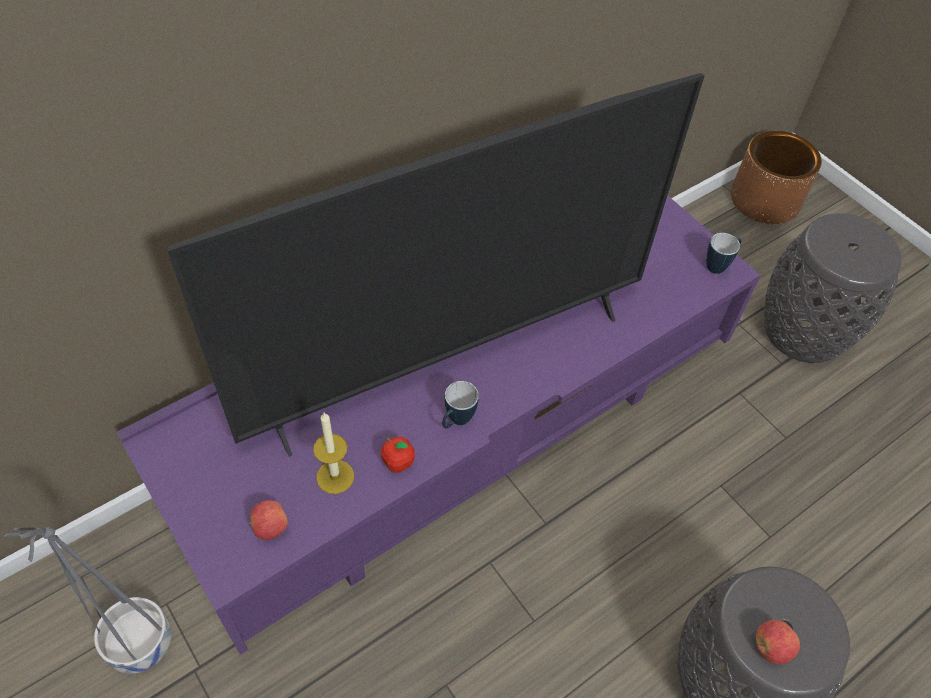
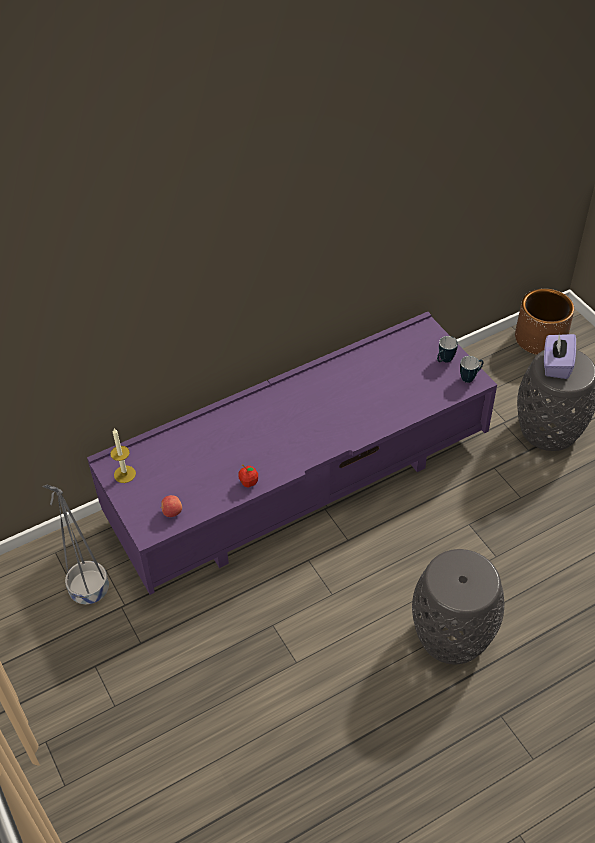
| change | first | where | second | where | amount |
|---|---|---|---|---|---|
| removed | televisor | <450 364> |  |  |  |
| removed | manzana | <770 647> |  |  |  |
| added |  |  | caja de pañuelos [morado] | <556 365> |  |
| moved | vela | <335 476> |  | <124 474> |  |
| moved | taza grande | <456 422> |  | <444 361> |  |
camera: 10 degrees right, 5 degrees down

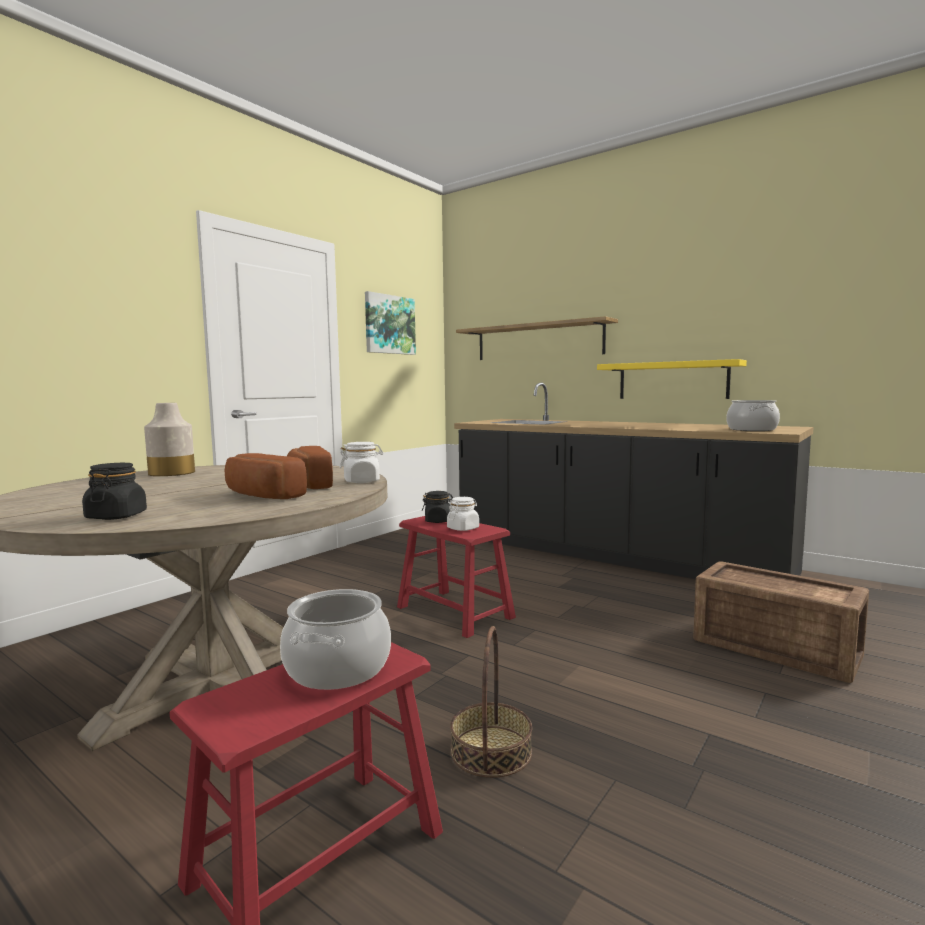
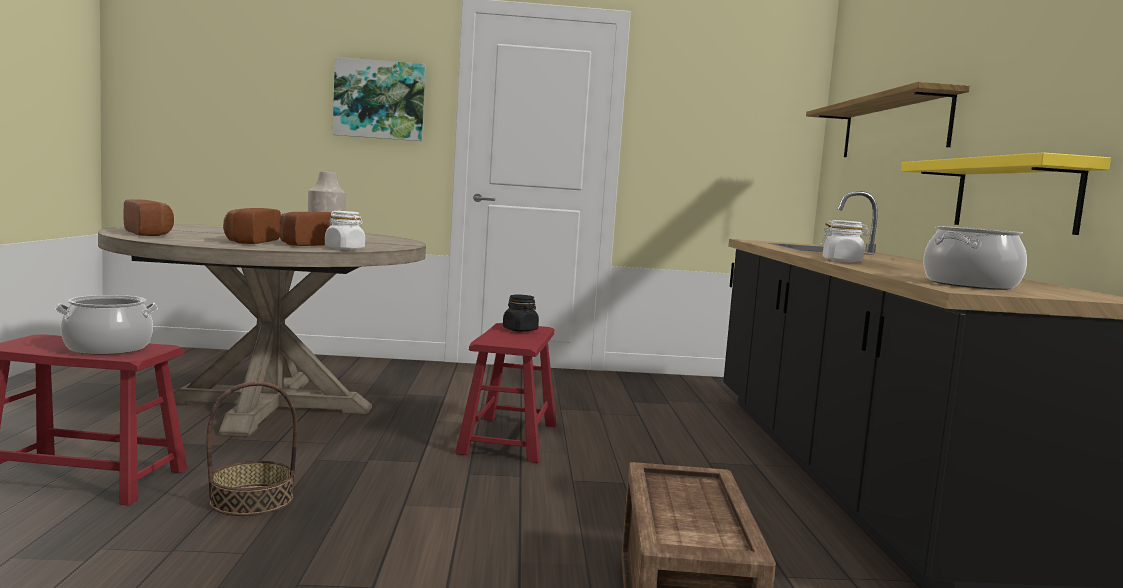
| change | first | where | second | where | amount |
|---|---|---|---|---|---|
| moved | cuadro | <389 324> |  | <379 100> |  |
| moved | tarro [blanco] | <463 528> |  | <842 261> |  |
| replaced | tarro [negro] | <116 516> | pan | <151 233> |  |
camera: 50 degrees right, 0 degrees up

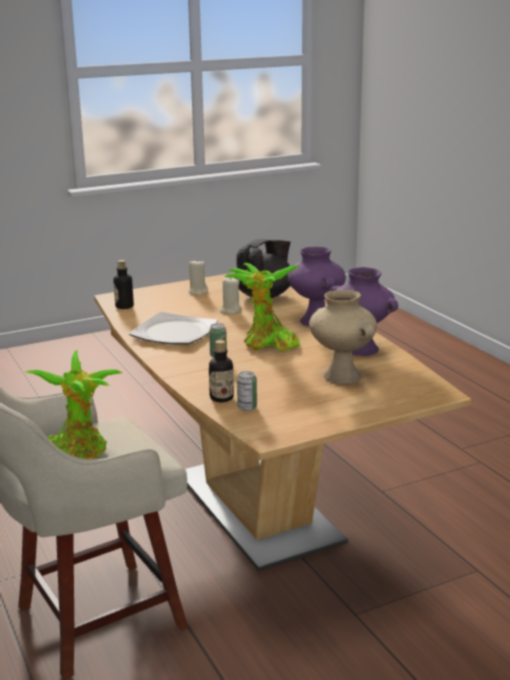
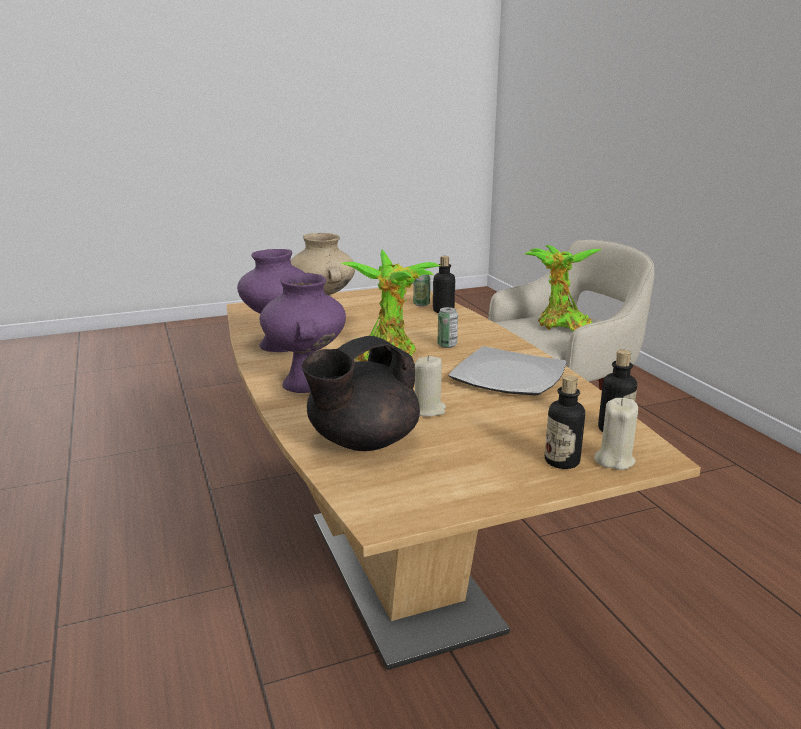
| change | first | where | second | where | amount |
|---|---|---|---|---|---|
| added |  |  | botella | <562 461> |  |
| moved | vela [beis] | <198 292> |  | <614 460> |  |
camera: 175 degrees left, 0 degrees up

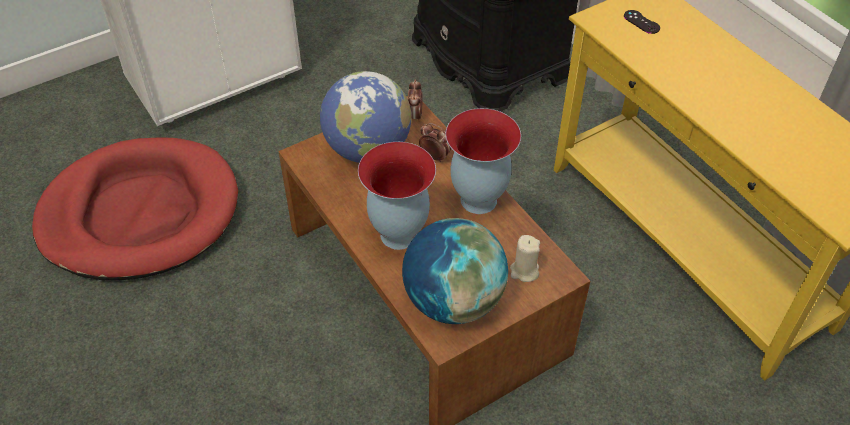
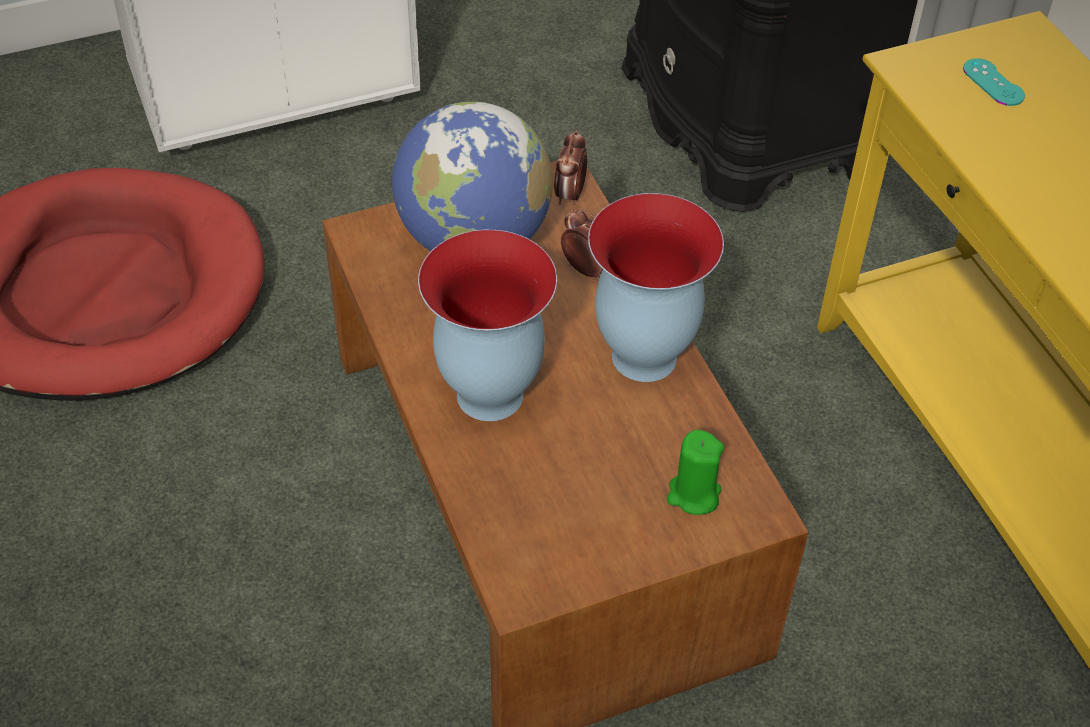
| change | first | where | second | where | amount |
|---|---|---|---|---|---|
| removed | globo terráqueo | <453 301> |  |  |  |
| recoloured | vela [beis] | <524 271> | vela [verde] | <693 495> |  |
| recoloured | mando de consola [negro] | <641 22> | mando de consola [turquesa] | <993 82> |  |
camera: 10 degrees right, 0 degrees up

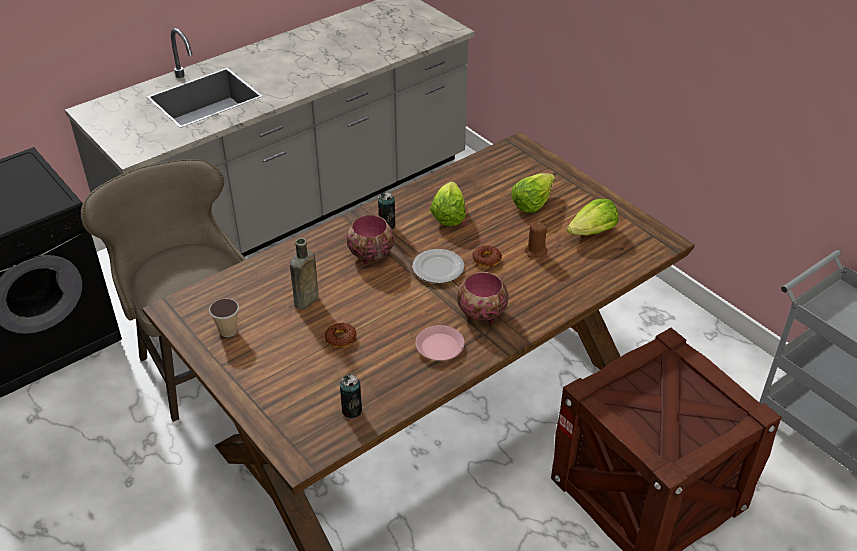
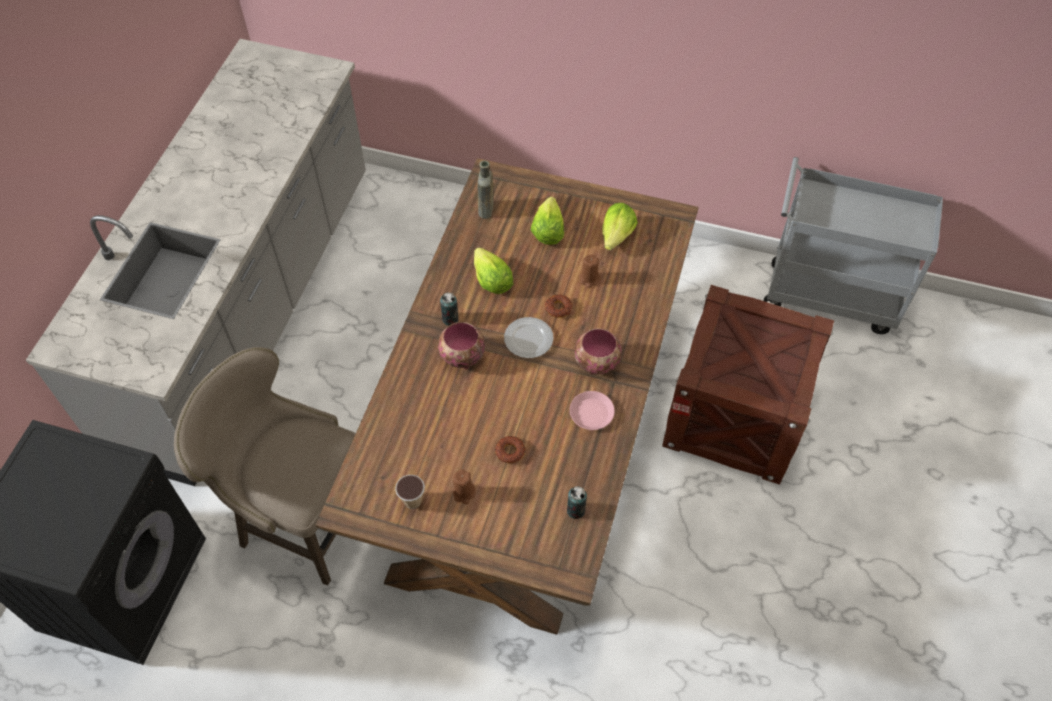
| change | first | where | second | where | amount |
|---|---|---|---|---|---|
| added |  |  | vela [marrón] | <464 493> |  |
| moved | botella [marrón] | <305 302> |  | <486 211> |  |
camera: 35 degrees left, 15 degrees up

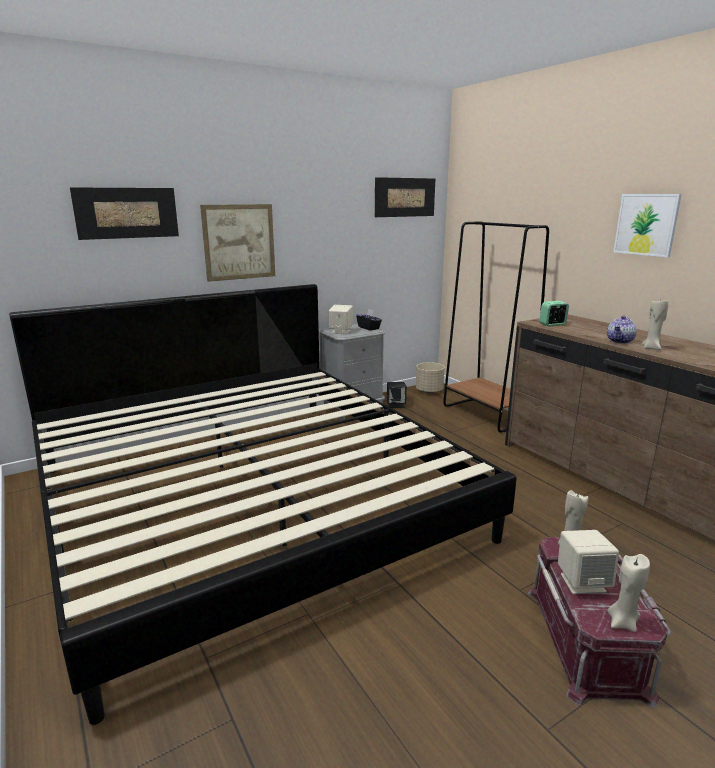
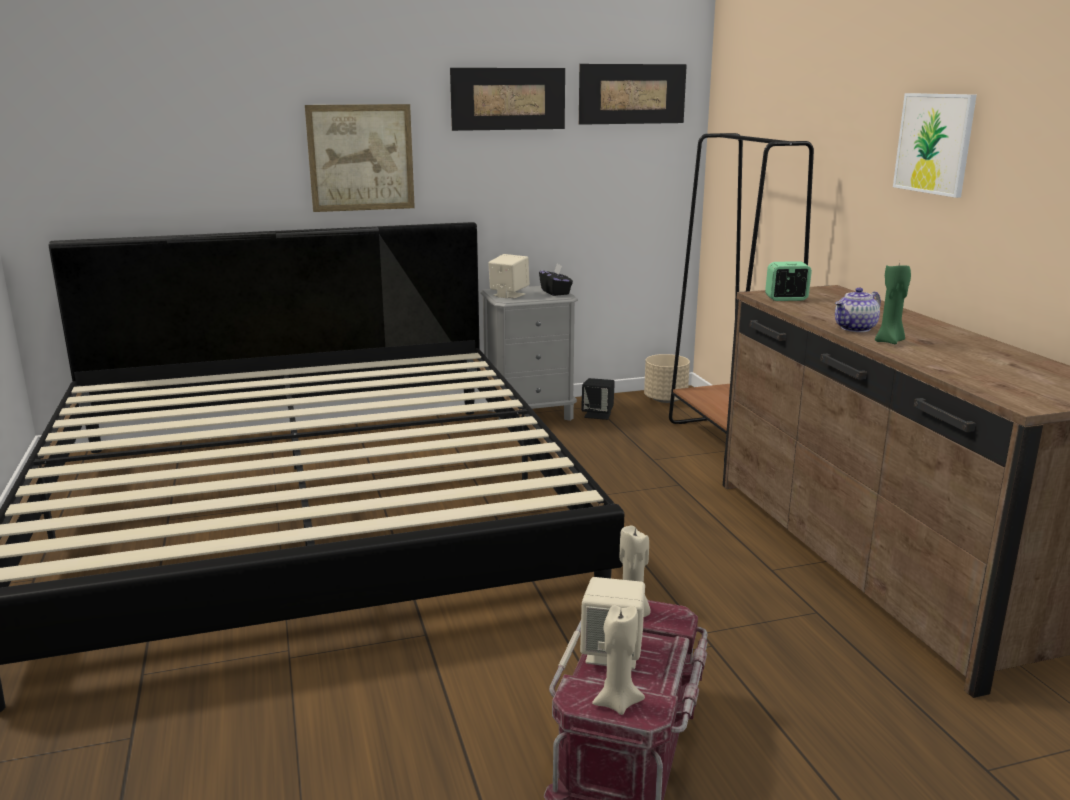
| change | first | where | second | where | amount |
|---|---|---|---|---|---|
| moved | cuadro | <127 213> |  | <508 99> |  |
| recoloured | vela [beis] | <651 348> | vela [verde] | <890 341> |  |
camera: 15 degrees right, 0 degrees up

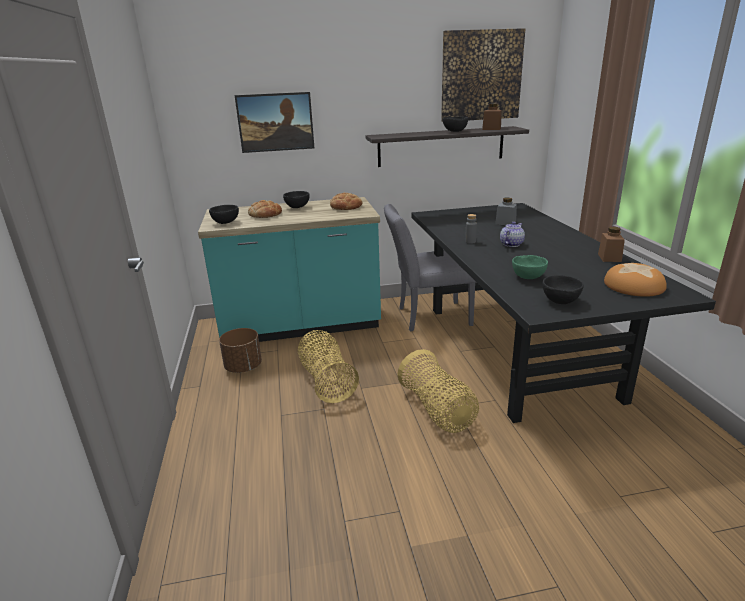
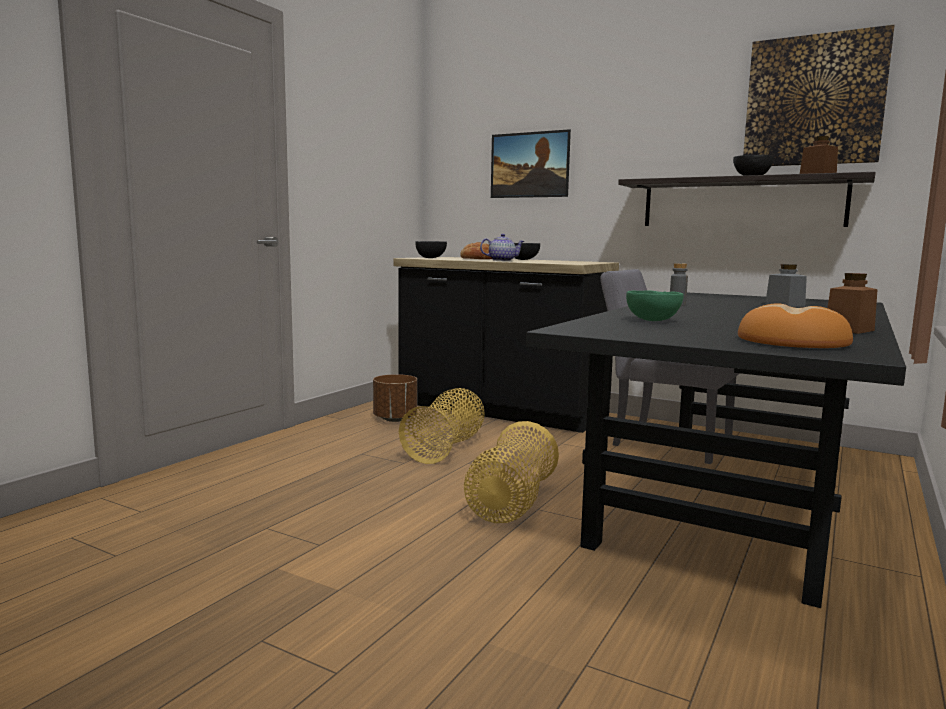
| change | first | where | second | where | amount |
|---|---|---|---|---|---|
| removed | pan | <346 206> |  |  |  |
| removed | cuenco [negro] | <559 301> |  |  |  |
| moved | tetera | <511 244> |  | <502 260> |  |
| recoloured | mueble bajo de cocina [turquesa] | <301 326> | mueble bajo de cocina [negro] | <501 411> |  |
camera: 40 degrees right, 15 degrees down

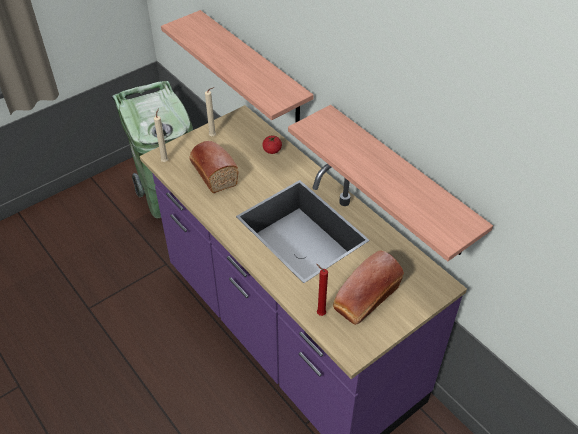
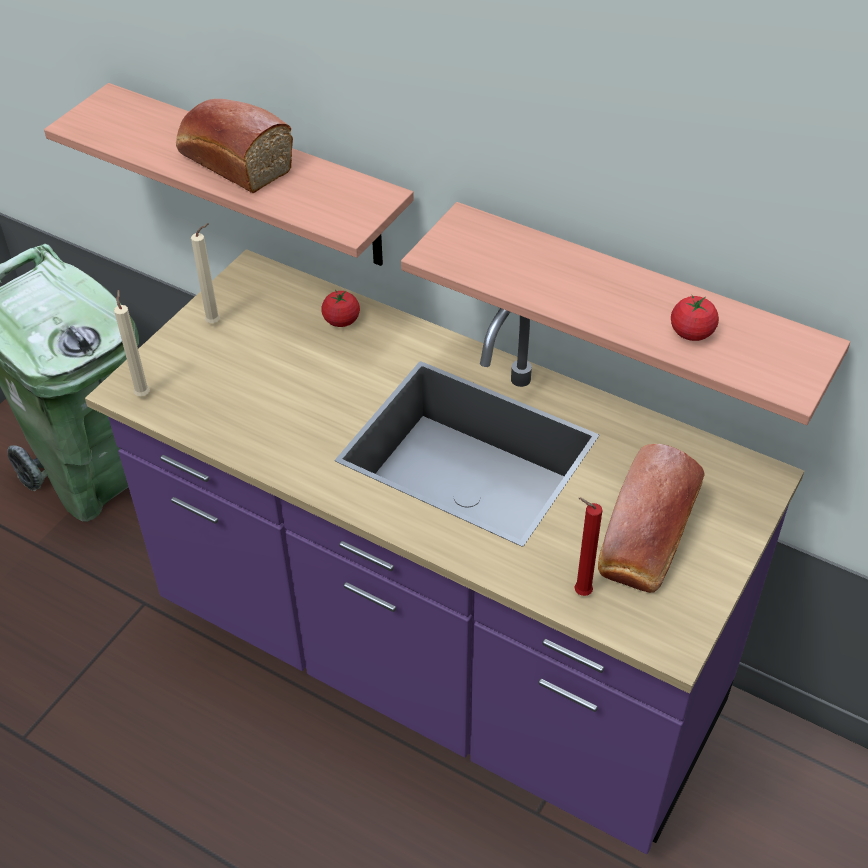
| change | first | where | second | where | amount |
|---|---|---|---|---|---|
| added |  |  | tomate | <691 333> |  |
| moved | pan | <212 172> |  | <232 161> |  |
camera: 20 degrees left, 0 degrees up

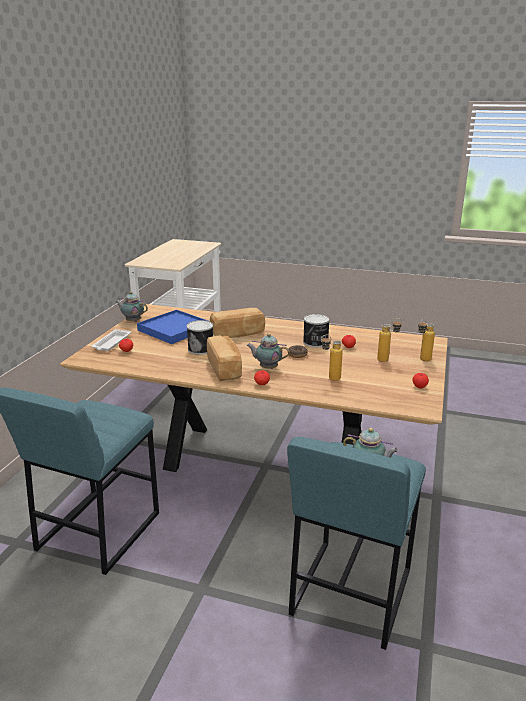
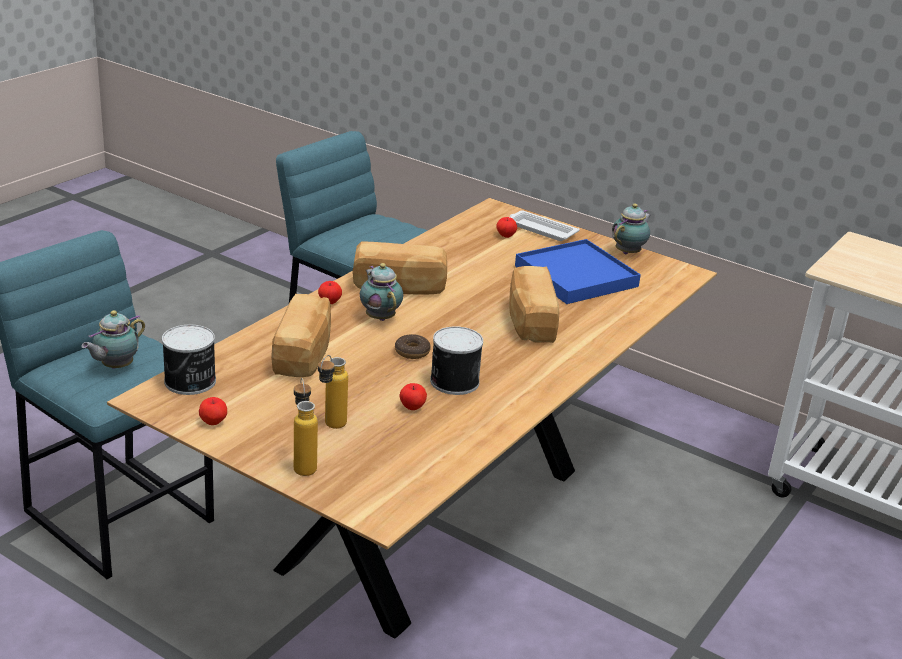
| change | first | where | second | where | amount |
|---|---|---|---|---|---|
| moved | lata | <201 349> |  | <190 382> |  |
| replaced | botella | <329 379> | pan | <304 354> |  |
| turned | tetera | <267 368> |  | <380 317> | 60 degrees counterclockwise |
camera: 105 degrees right, 5 degrees up

